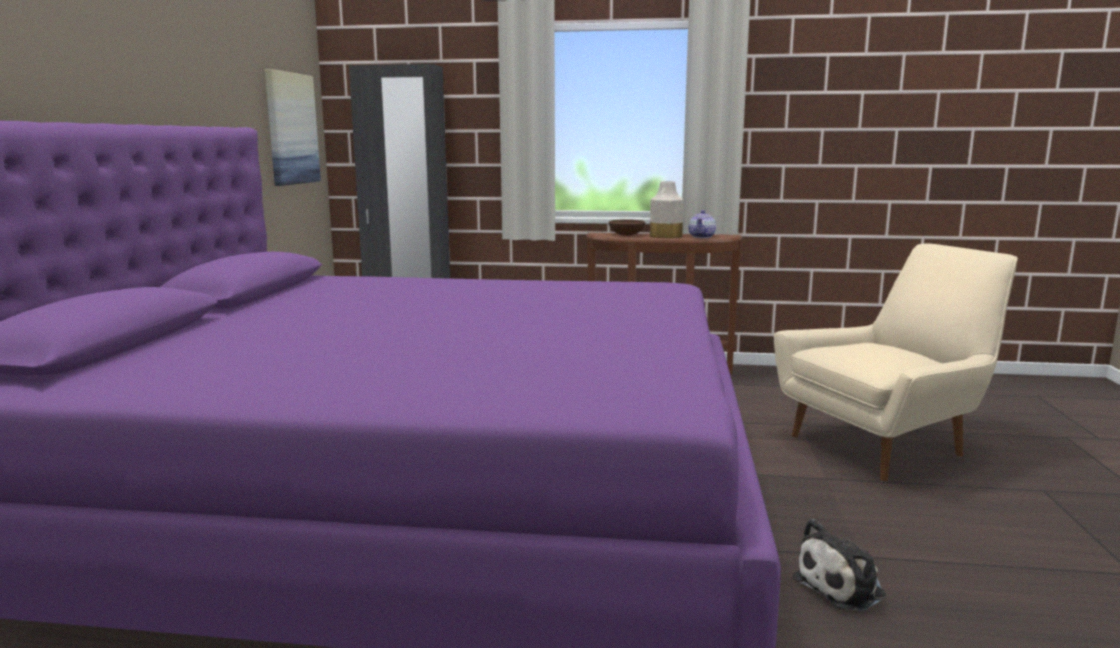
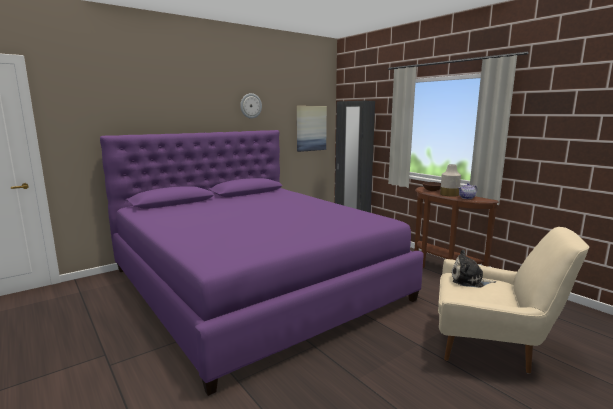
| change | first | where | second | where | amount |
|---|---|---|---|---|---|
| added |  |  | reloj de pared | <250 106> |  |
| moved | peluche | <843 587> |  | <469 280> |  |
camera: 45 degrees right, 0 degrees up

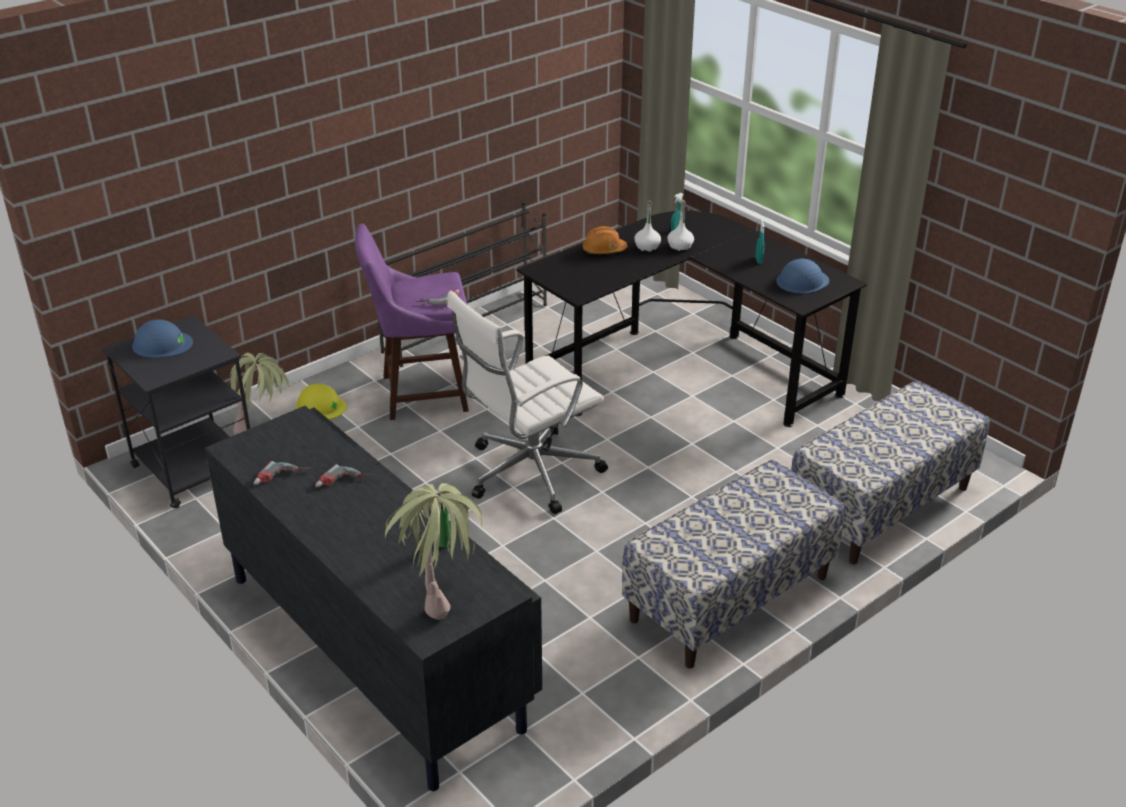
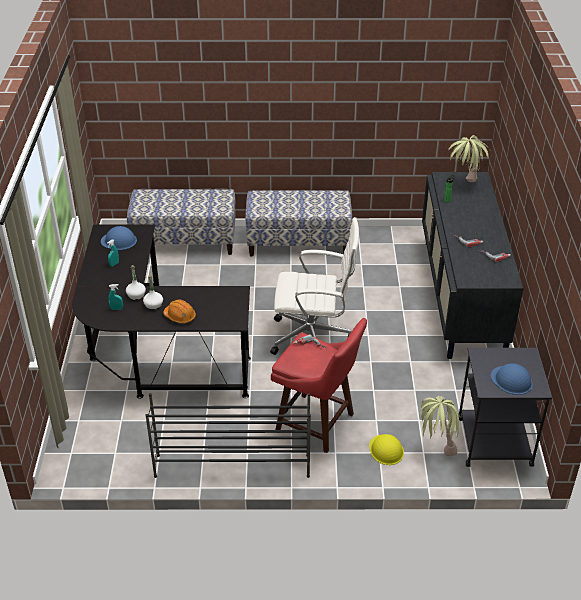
| change | first | where | second | where | amount |
|---|---|---|---|---|---|
| recoloured | taburete [morado] | <420 393> | taburete [rojo] | <317 424> |  |
camera: 140 degrees left, 5 degrees up

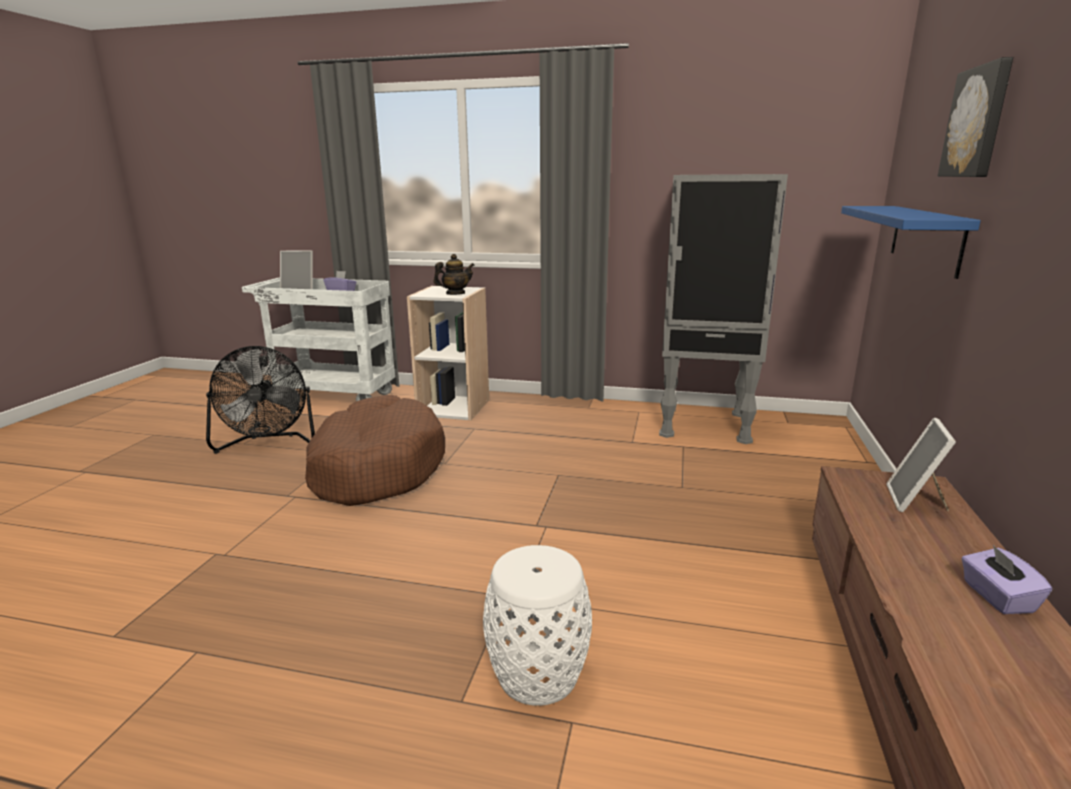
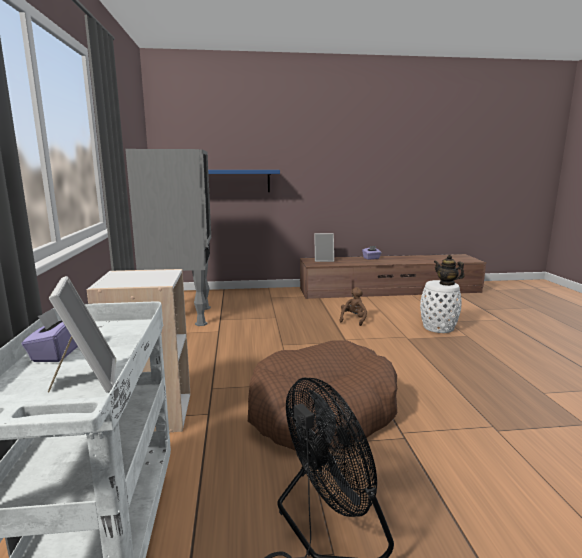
| change | first | where | second | where | amount |
|---|---|---|---|---|---|
| removed | cuadro | <978 122> |  |  |  |
| added |  |  | peluche [marrón] | <353 320> |  |
| moved | tetera | <455 294> |  | <447 283> |  |
camera: 110 degrees left, 5 degrees down

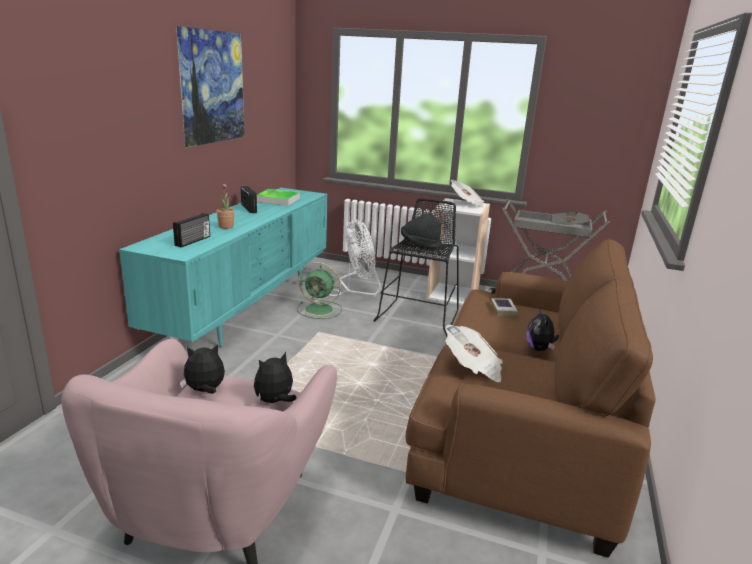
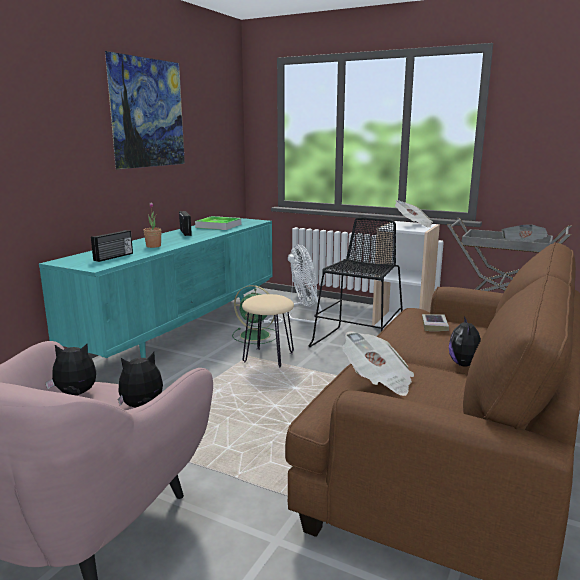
| change | first | where | second | where | amount |
|---|---|---|---|---|---|
| removed | sombrero [negro] | <420 244> |  |  |  |
| added |  |  | taburete [beis] | <268 358> |  |
camera: 10 degrees right, 5 degrees down

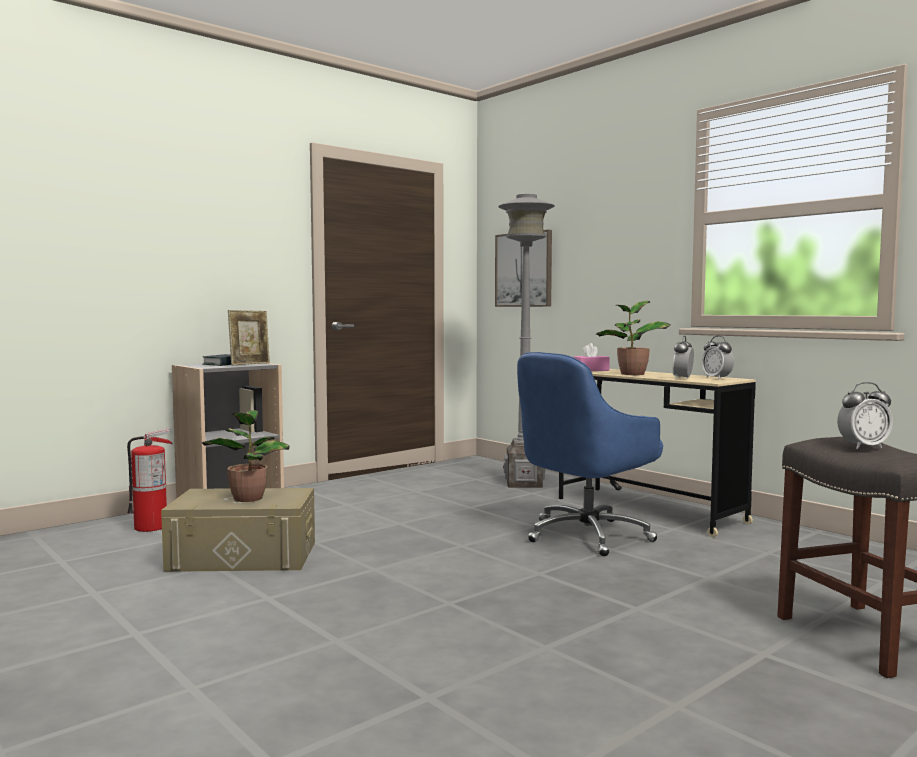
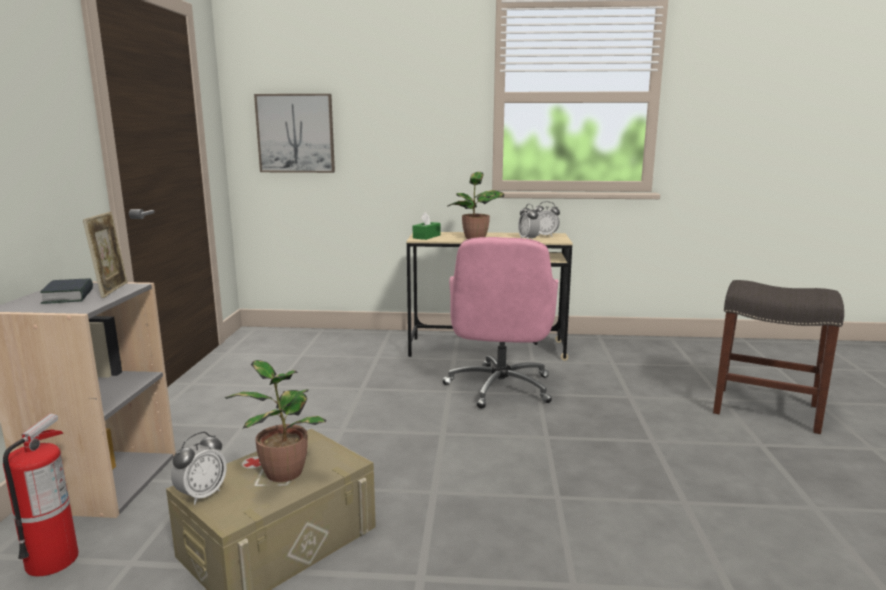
| change | first | where | second | where | amount |
|---|---|---|---|---|---|
| removed | lámpara de pie [gris] | <524 483> |  |  |  |
| moved | despertador | <863 447> |  | <202 495> |  |
| recoloured | silla de oficina [azul] | <586 535> | silla de oficina [rosa] | <499 387> |  |
| recoloured | caja de pañuelos [rosa] | <591 370> | caja de pañuelos [verde] | <426 236> |  |
camera: 45 degrees left, 10 degrees up

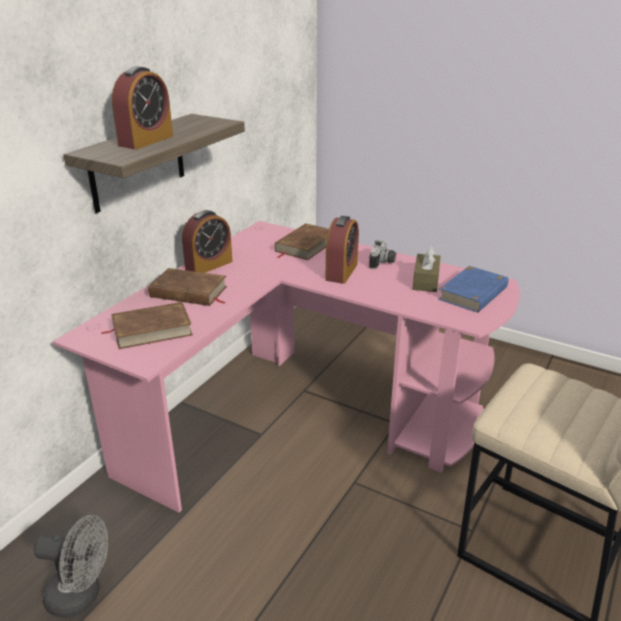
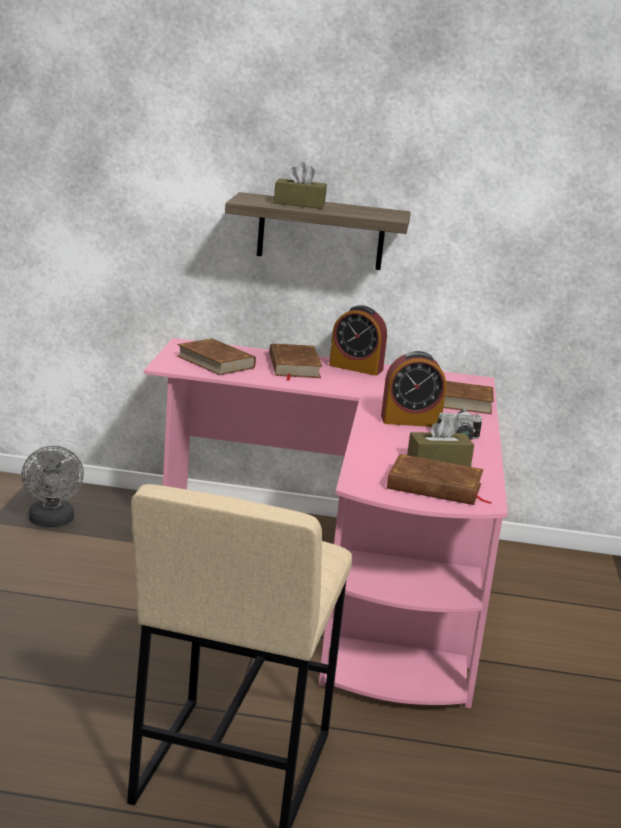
| change | first | where | second | where | amount |
|---|---|---|---|---|---|
| replaced | despertador | <146 140> | caja de pañuelos [marrón] | <299 204> |  |
| recoloured | libro [azul] | <473 293> | libro [marrón] | <435 487> |  |
camera: 65 degrees right, 10 degrees down

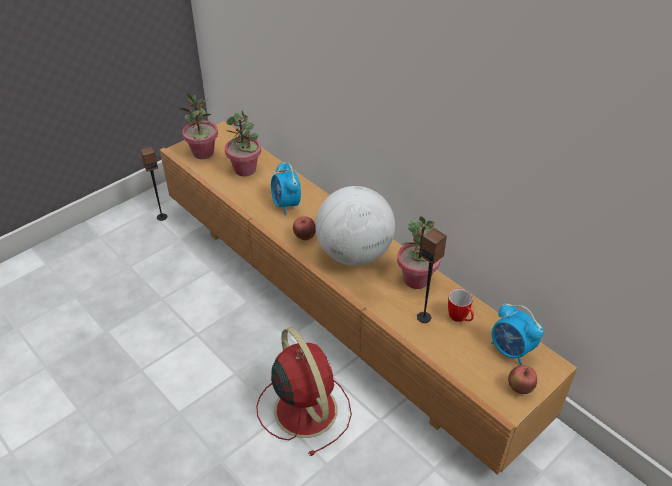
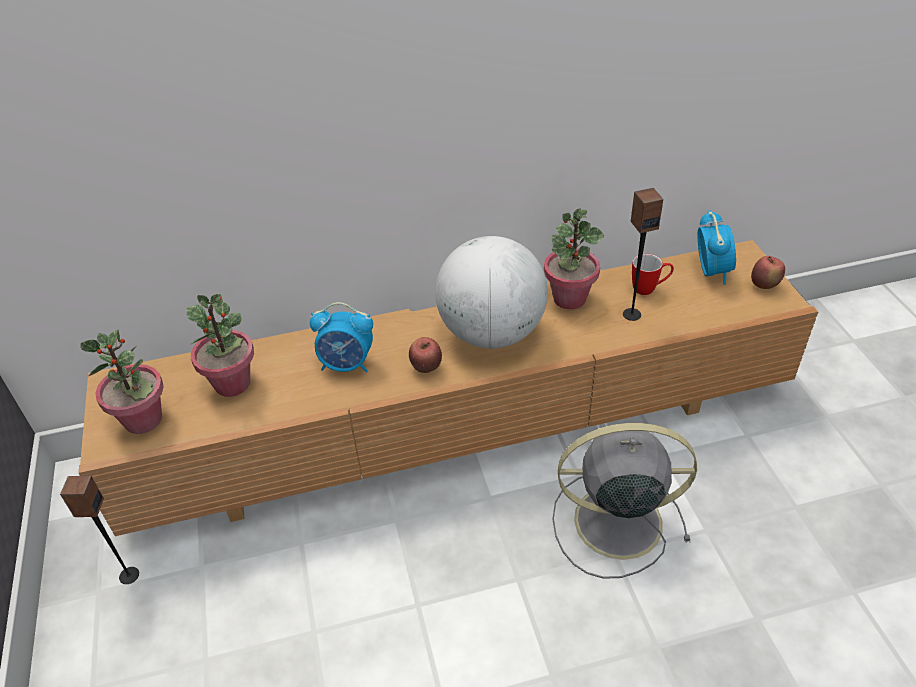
| change | first | where | second | where | amount |
|---|---|---|---|---|---|
| recoloured | ventilador [rojo] | <304 408> | ventilador [gris] | <613 522> |  |
| turned | despertador | <511 350> |  | <711 271> | 75 degrees counterclockwise |
camera: 60 degrees left, 0 degrees up

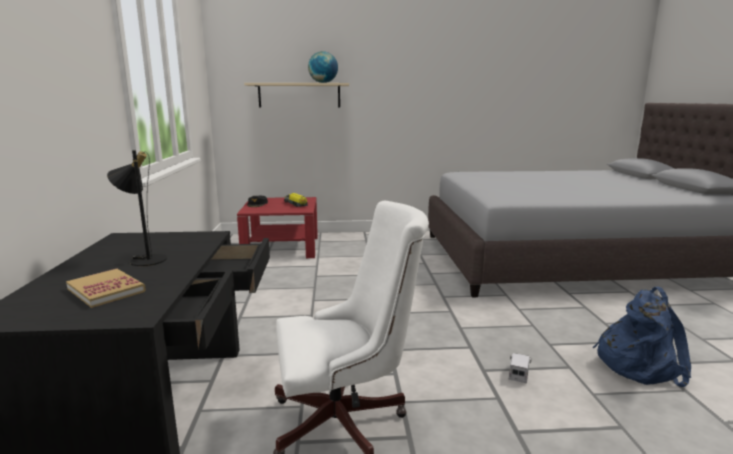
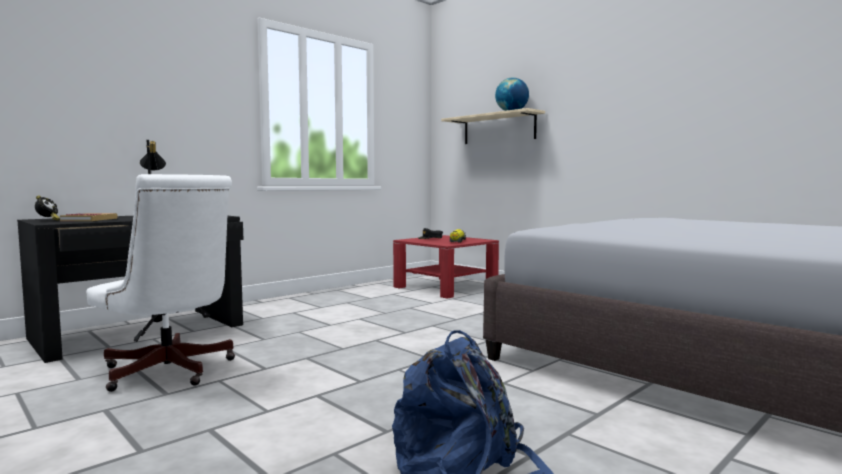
| change | first | where | second | where | amount |
|---|---|---|---|---|---|
| removed | camión de juguete | <518 373> |  |  |  |
| added |  |  | despertador | <47 220> |  |
camera: 50 degrees right, 10 degrees down

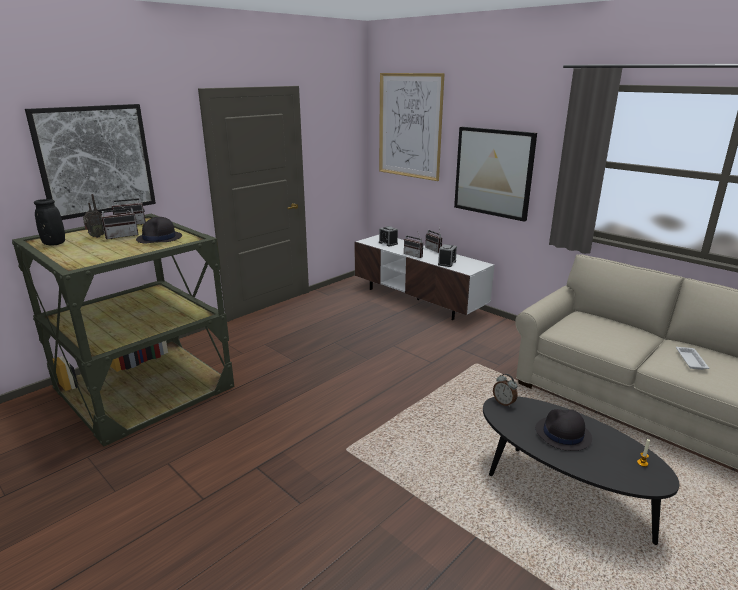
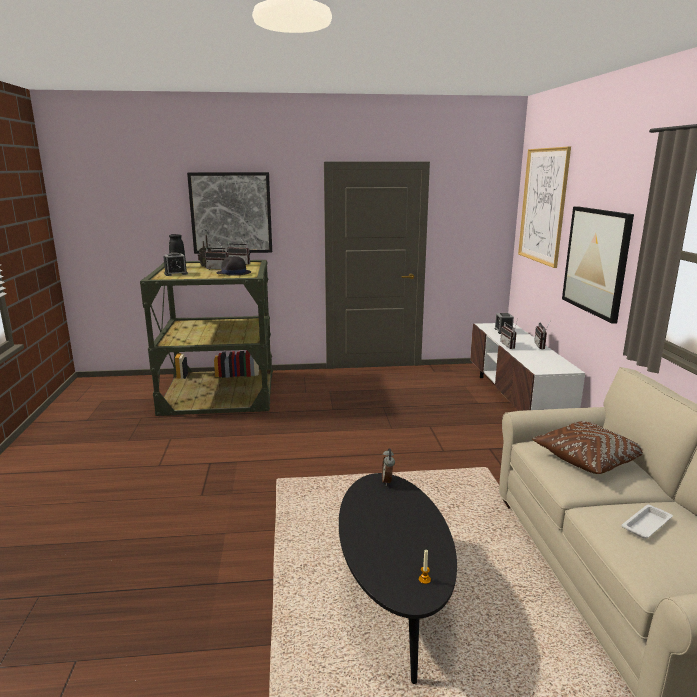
| change | first | where | second | where | amount |
|---|---|---|---|---|---|
| removed | sombrero [negro] | <562 434> |  |  |  |
| added |  |  | cojín [marrón] | <588 459> |  |
| moved | despertador | <447 263> |  | <176 273> |  |
camera: 40 degrees right, 5 degrees down

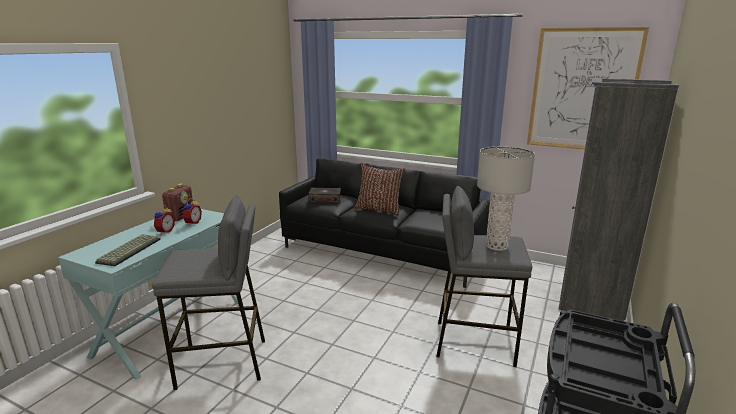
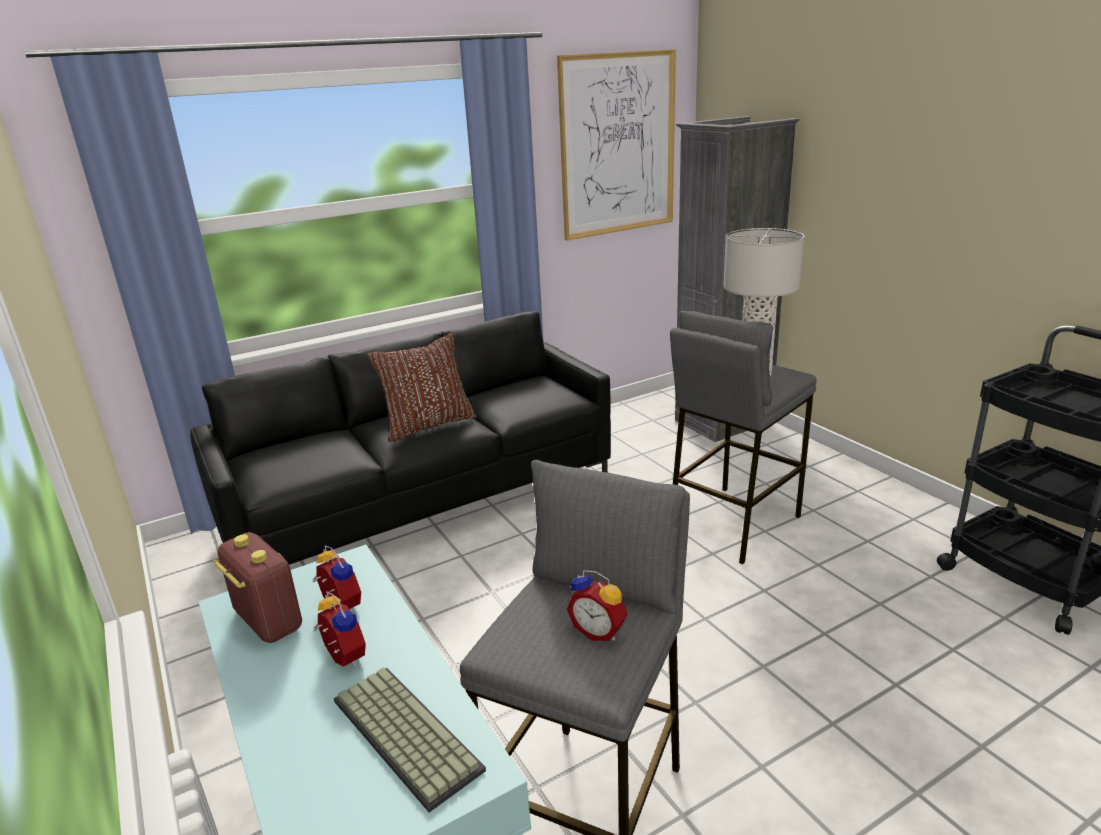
| change | first | where | second | where | amount |
|---|---|---|---|---|---|
| removed | libro | <325 199> |  |  |  |
| added |  |  | despertador | <599 631> |  |
camera: 55 degrees left, 5 degrees up

